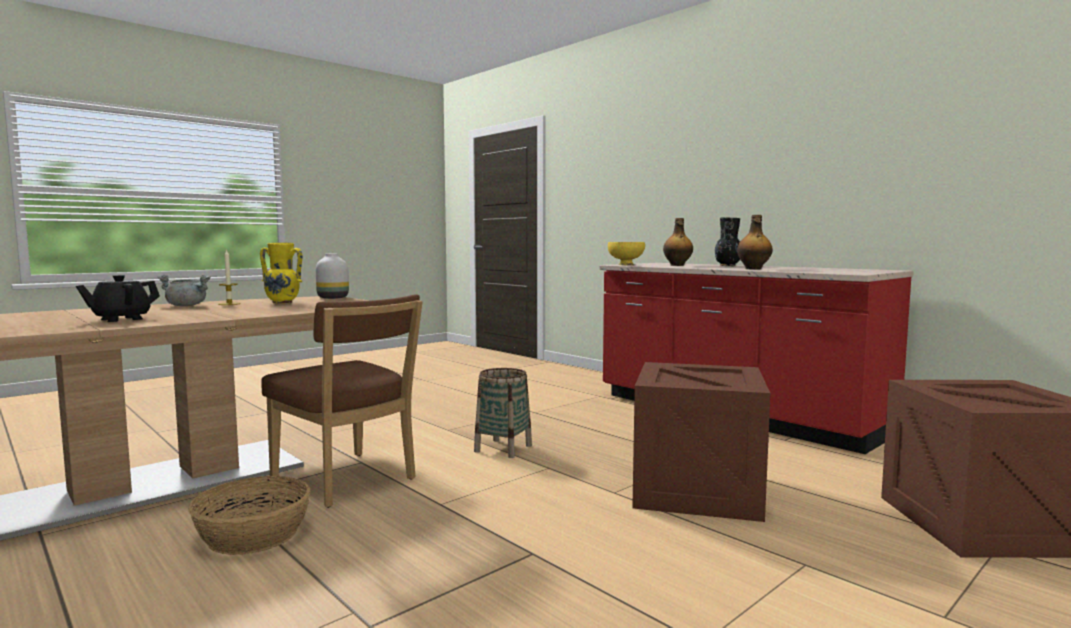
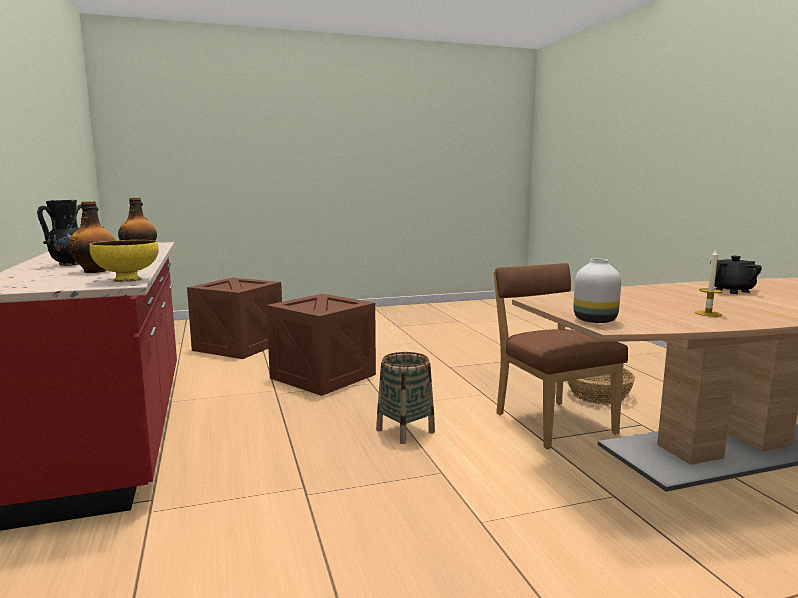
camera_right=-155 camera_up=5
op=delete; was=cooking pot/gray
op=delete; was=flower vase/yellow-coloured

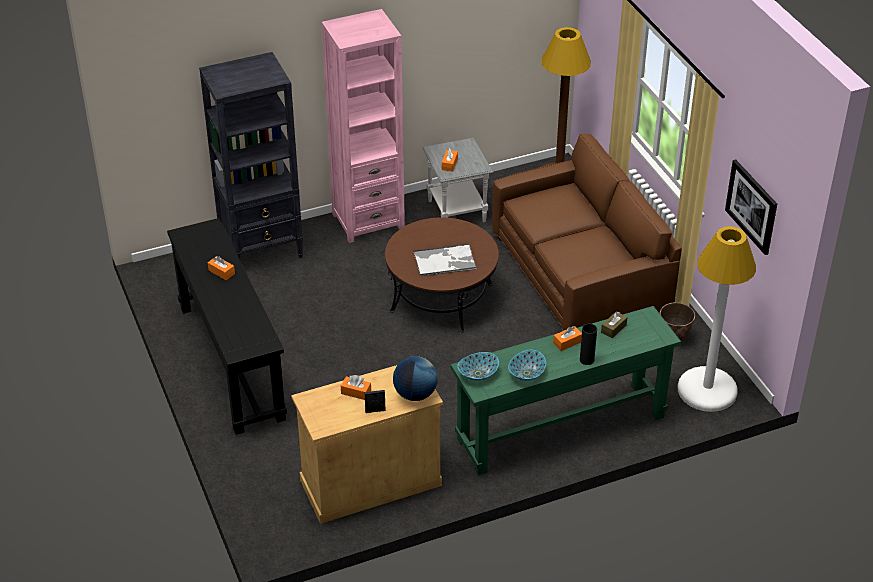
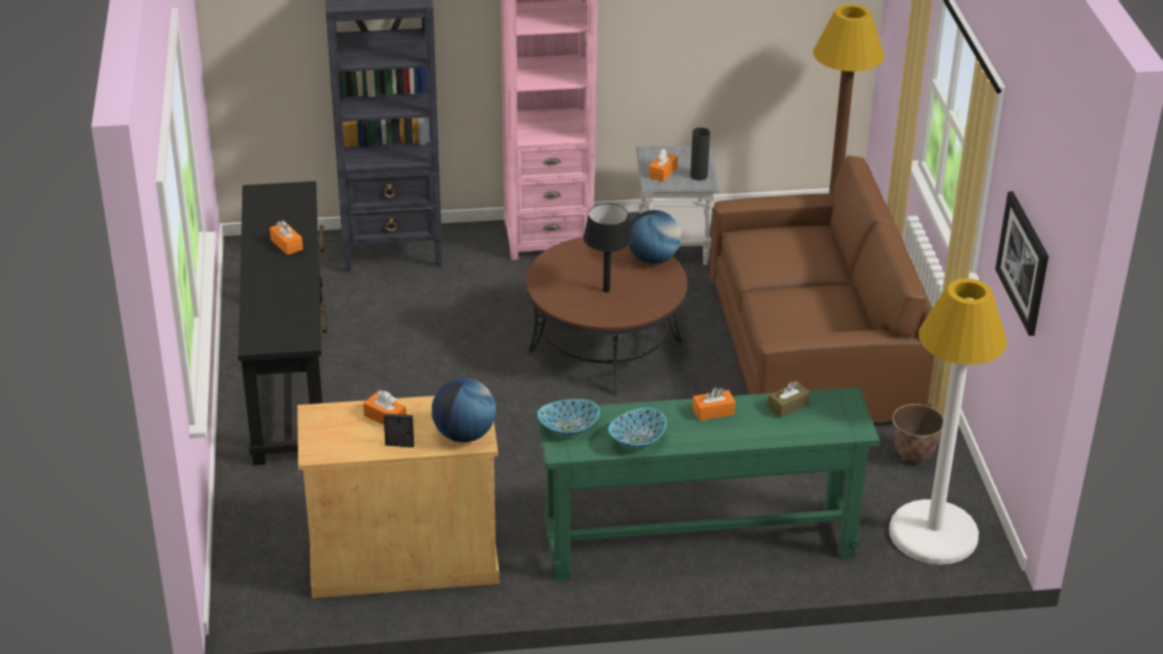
camera_right=15 camera_up=-5
op=replace; was=serving tray; now=tabletop lamp/black-coloured
op=move; was=flower vase/black-coloured
op=insert; now=world globe (2nd from left)

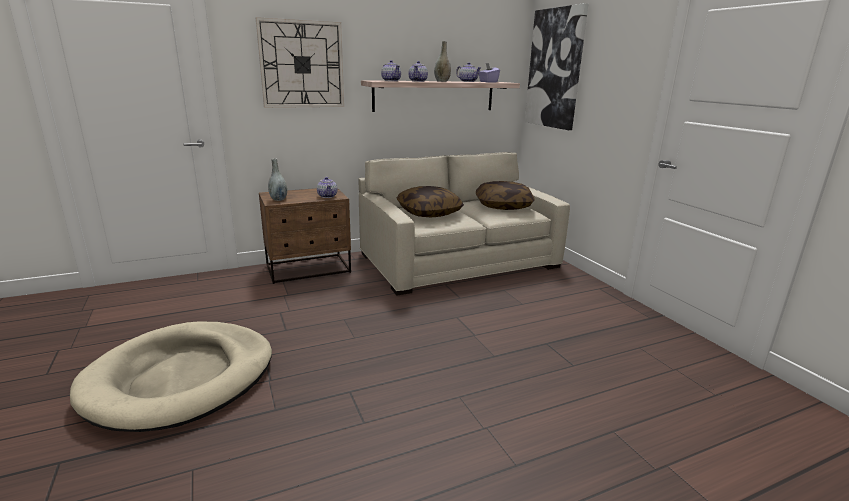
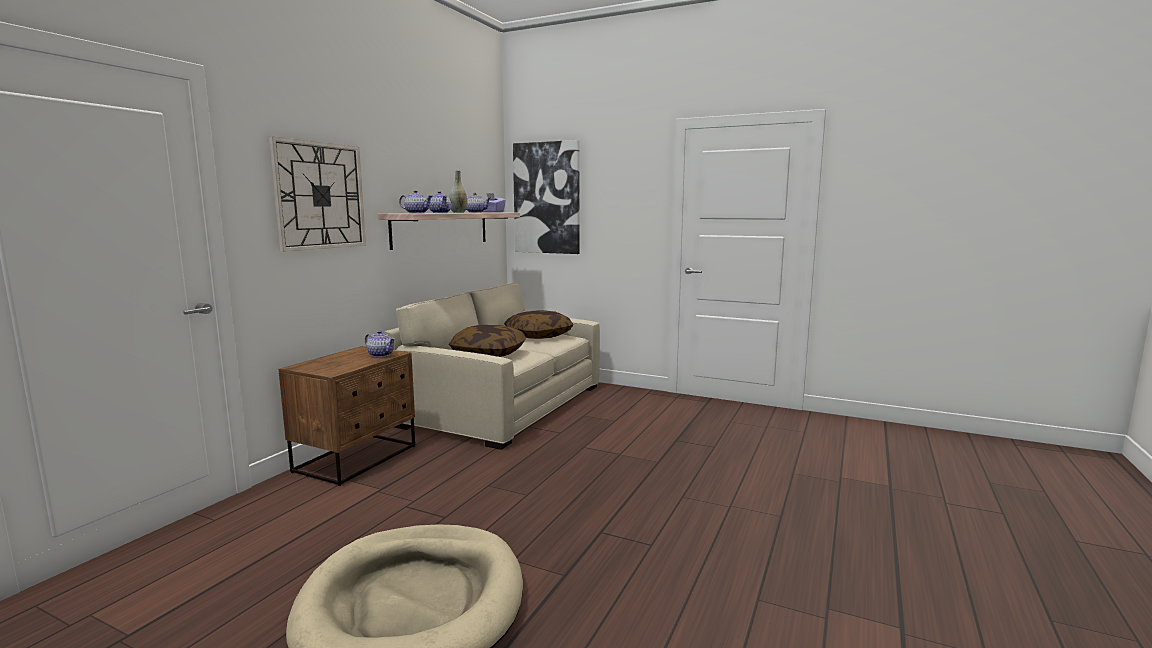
camera_right=-40 camera_up=-10
op=delete; was=flower vase/gray (1st from left)

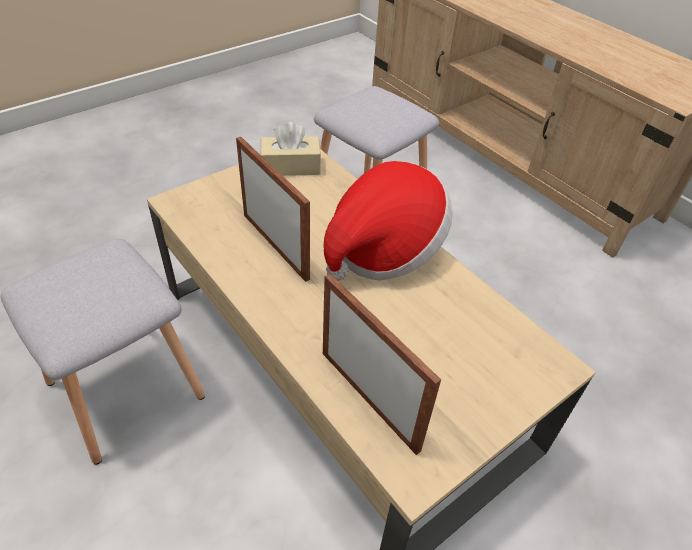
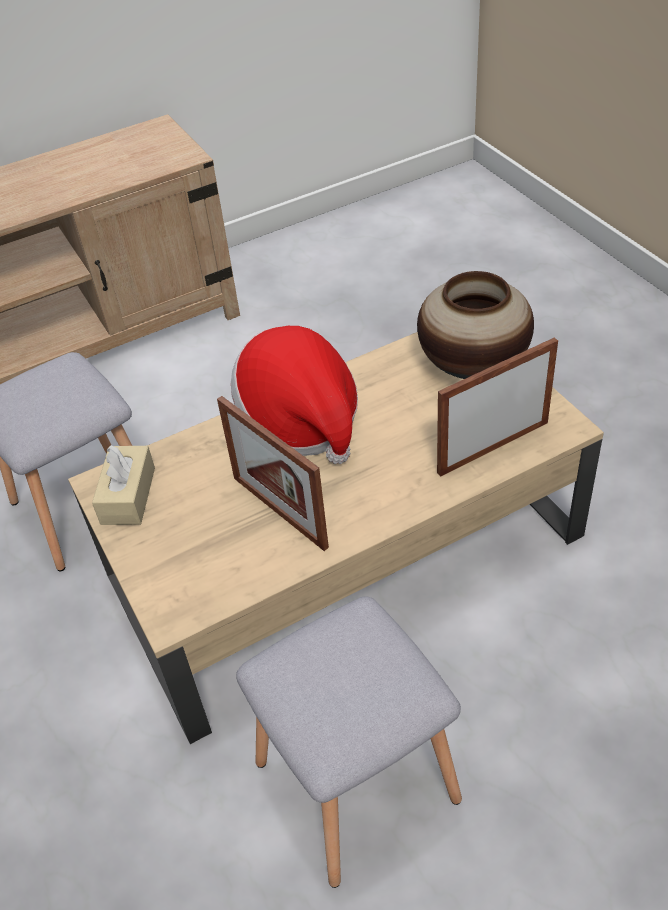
camera_right=-75 camera_up=0
op=rotate; was=photo frame (1st from left); clockwise=-105
op=insert; now=flower vase

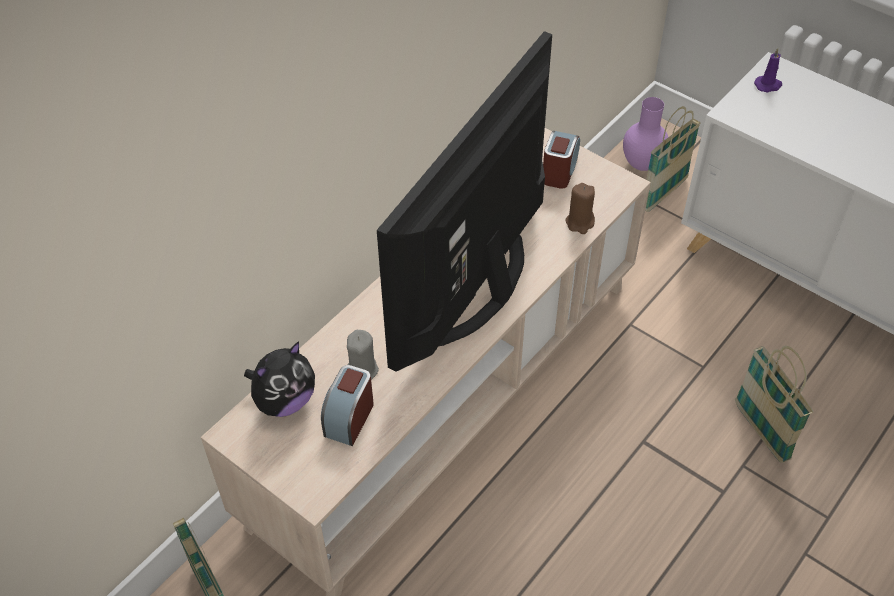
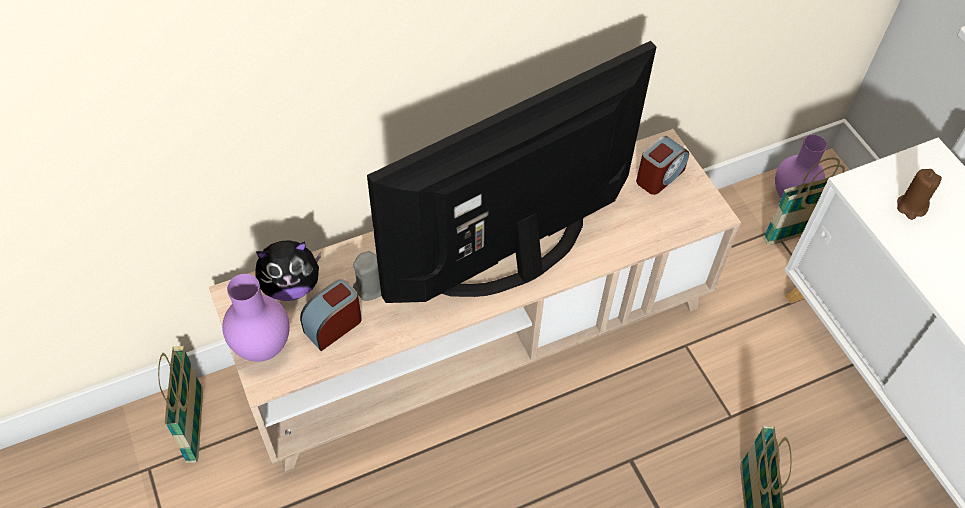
camera_right=25 camera_up=5
op=move; was=candle/brown
op=delete; was=candle/purplish
op=insert; now=flower vase/purplish (1st from left)

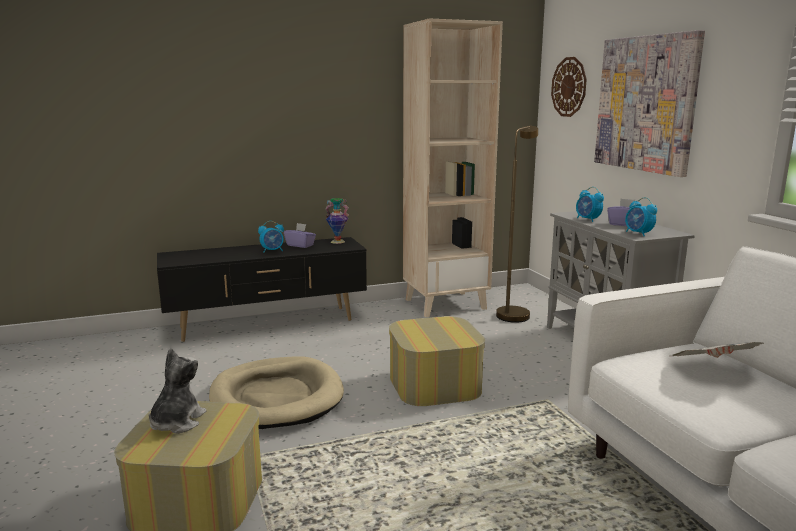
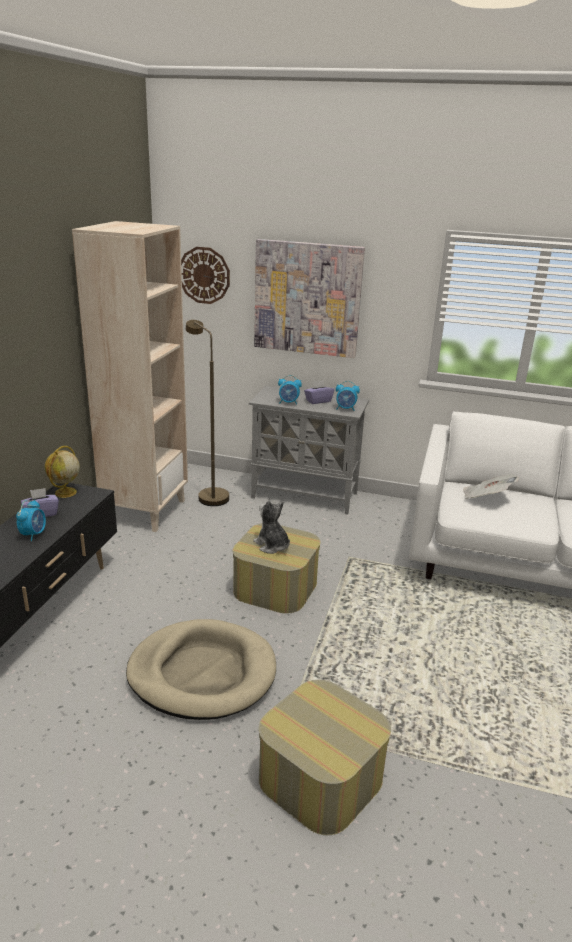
camera_right=-55 camera_up=10
op=move; was=soft toy
op=replace; was=flower vase; now=world globe

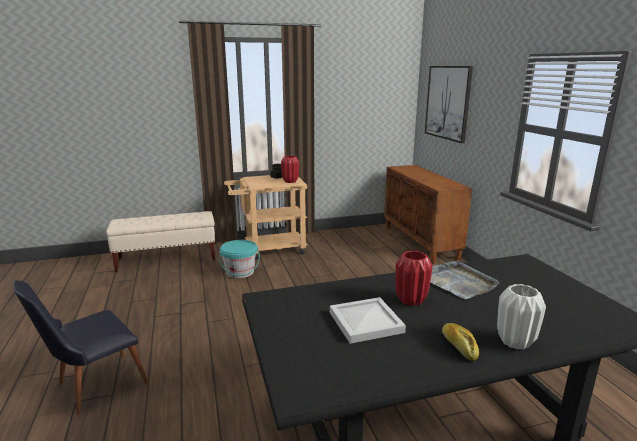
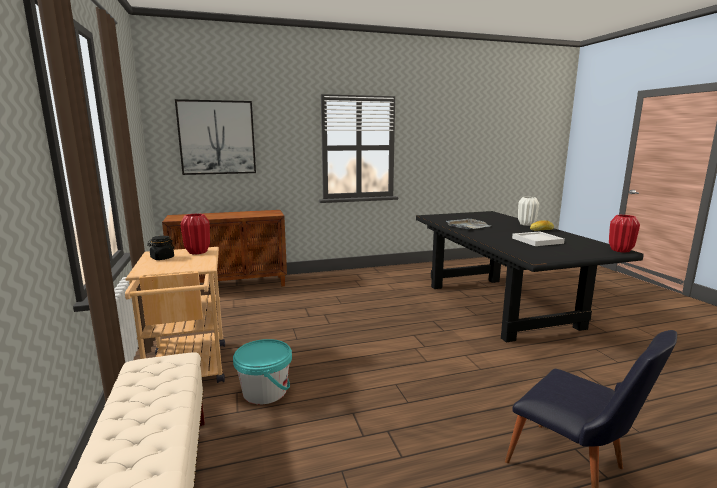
camera_right=-90 camera_up=-5
op=move; was=flower vase/red-coloured (2nd from left)

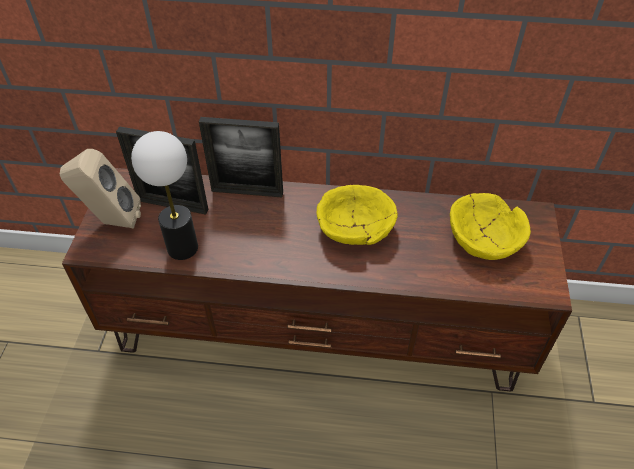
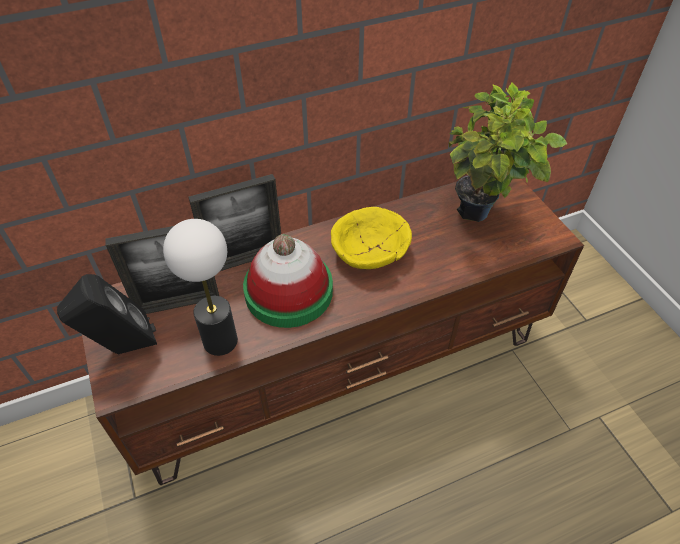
camera_right=-30 camera_up=0
op=recolor; was=speaker/beige-coloured; now=speaker/black-coloured
op=replace; was=bowl/yellow-coloured (2nd from left); now=potted plant
op=insert; now=clothing hat

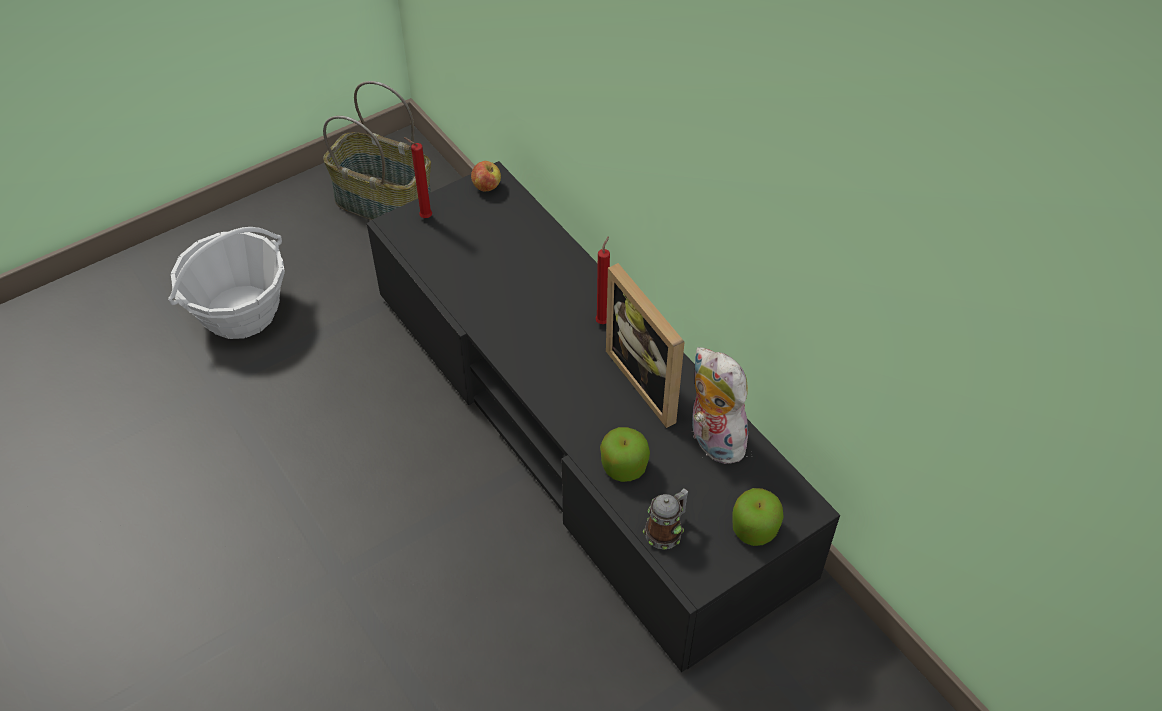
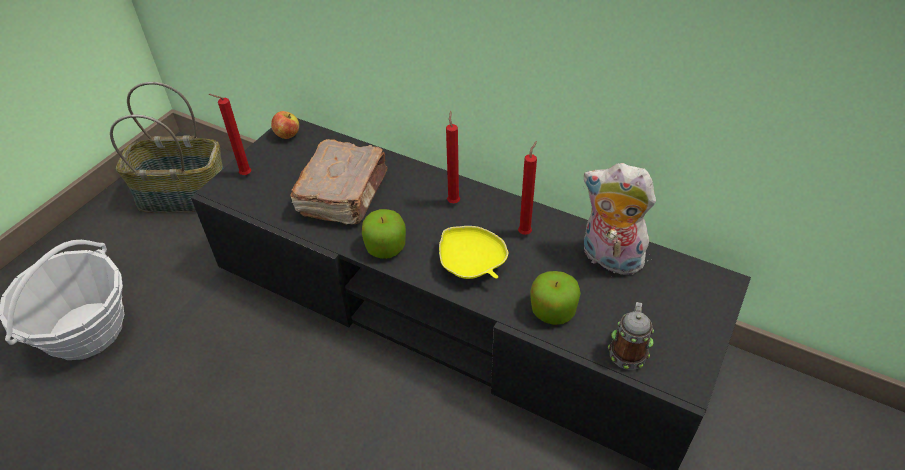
camera_right=-25 camera_up=-5
op=replace; was=photo frame; now=candle/red-coloured (3rd from left)
op=move; was=whole apple (3rd from left in the first image); now=whole apple (2nd from left)
op=insert; now=book/brown
op=insert; now=bowl/yellow-coloured

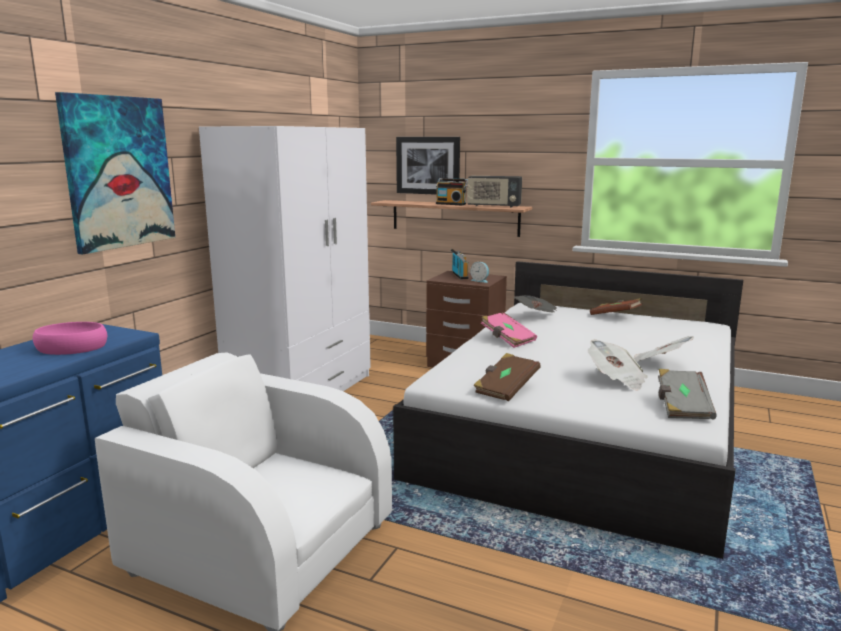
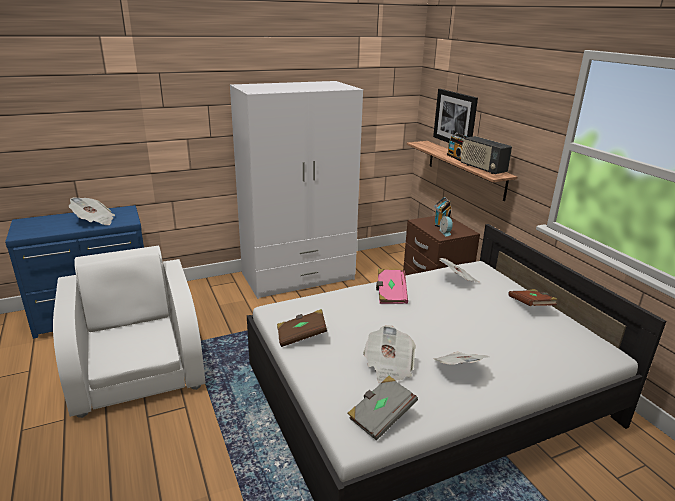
camera_right=40 camera_up=10
op=replace; was=bowl/pink; now=newspaper (1st from left)
op=delete; was=wall picture (1st from left)

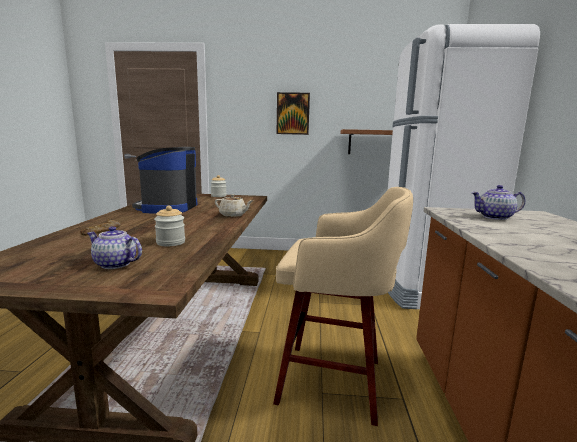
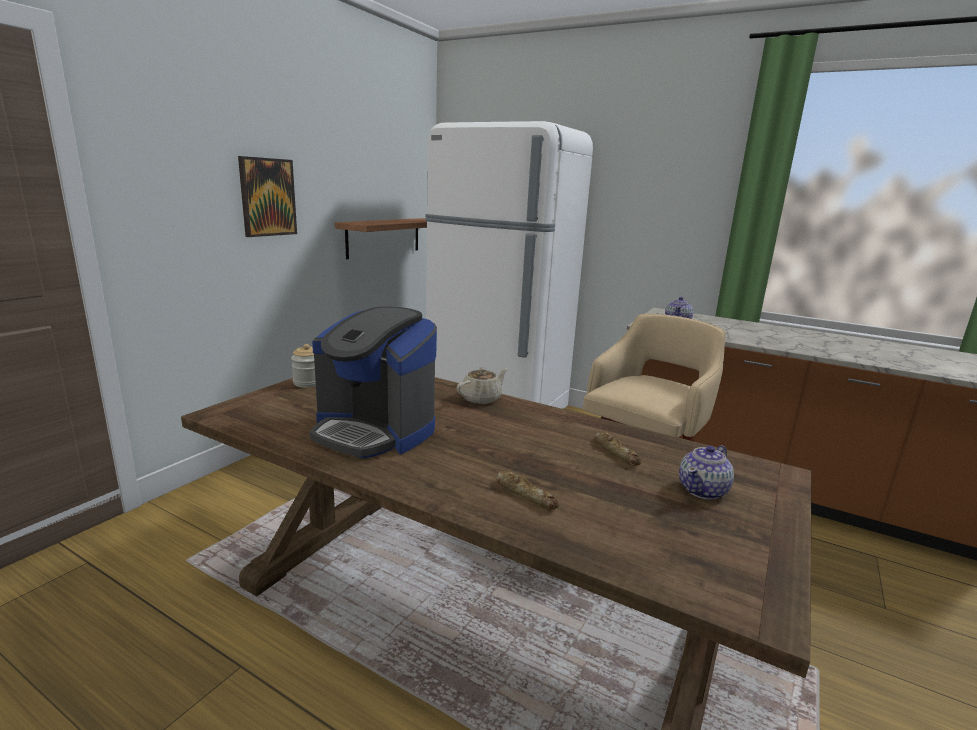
camera_right=-65 camera_up=5
op=replace; was=storage jar (1st from left); now=baked bread (2nd from left)

